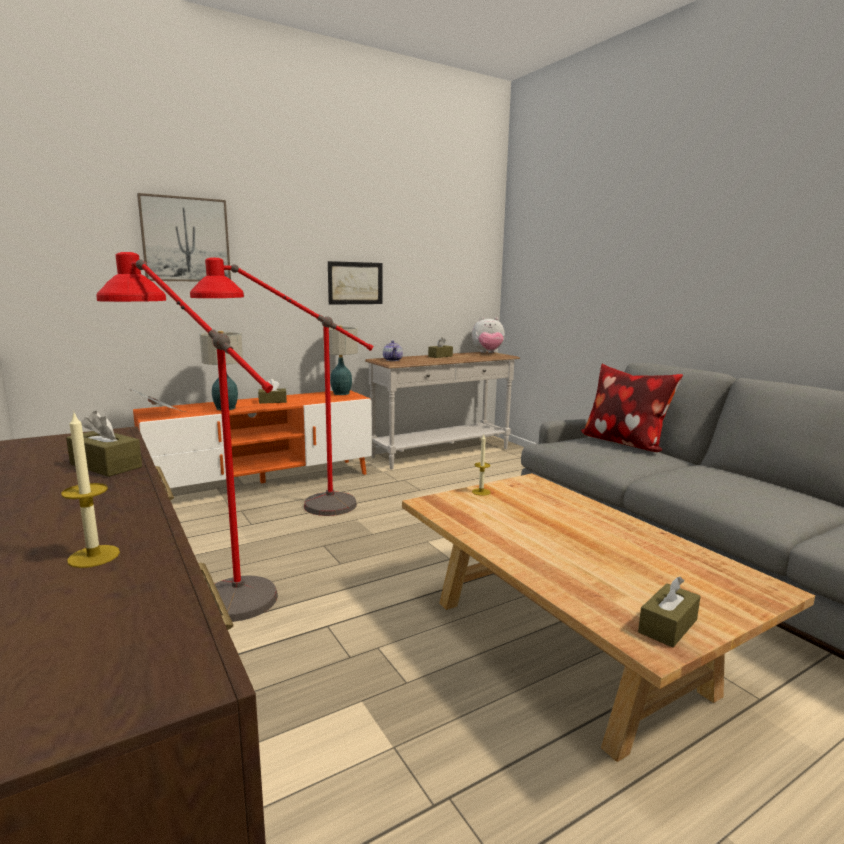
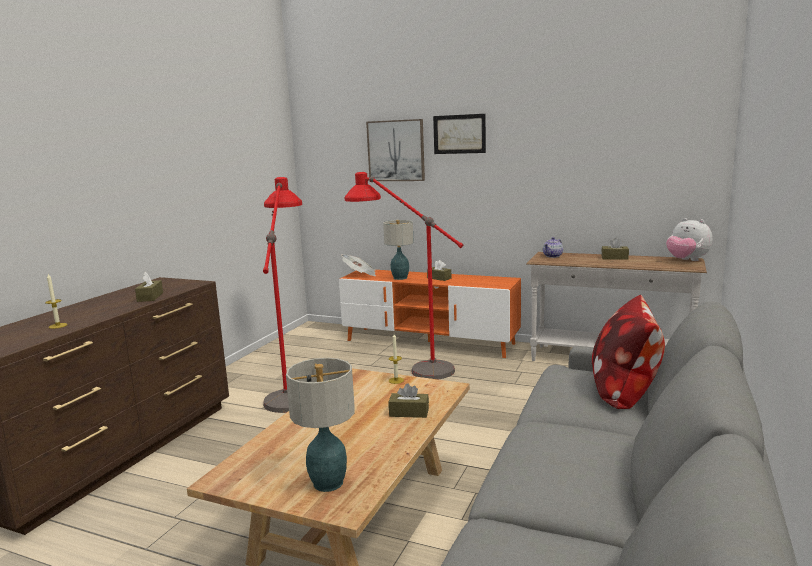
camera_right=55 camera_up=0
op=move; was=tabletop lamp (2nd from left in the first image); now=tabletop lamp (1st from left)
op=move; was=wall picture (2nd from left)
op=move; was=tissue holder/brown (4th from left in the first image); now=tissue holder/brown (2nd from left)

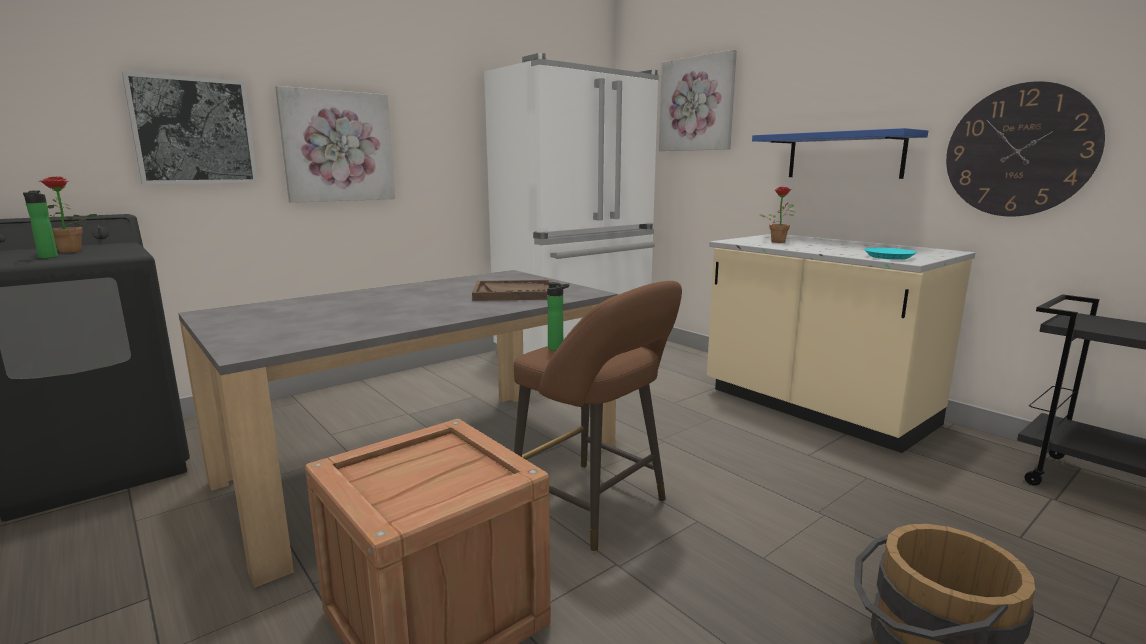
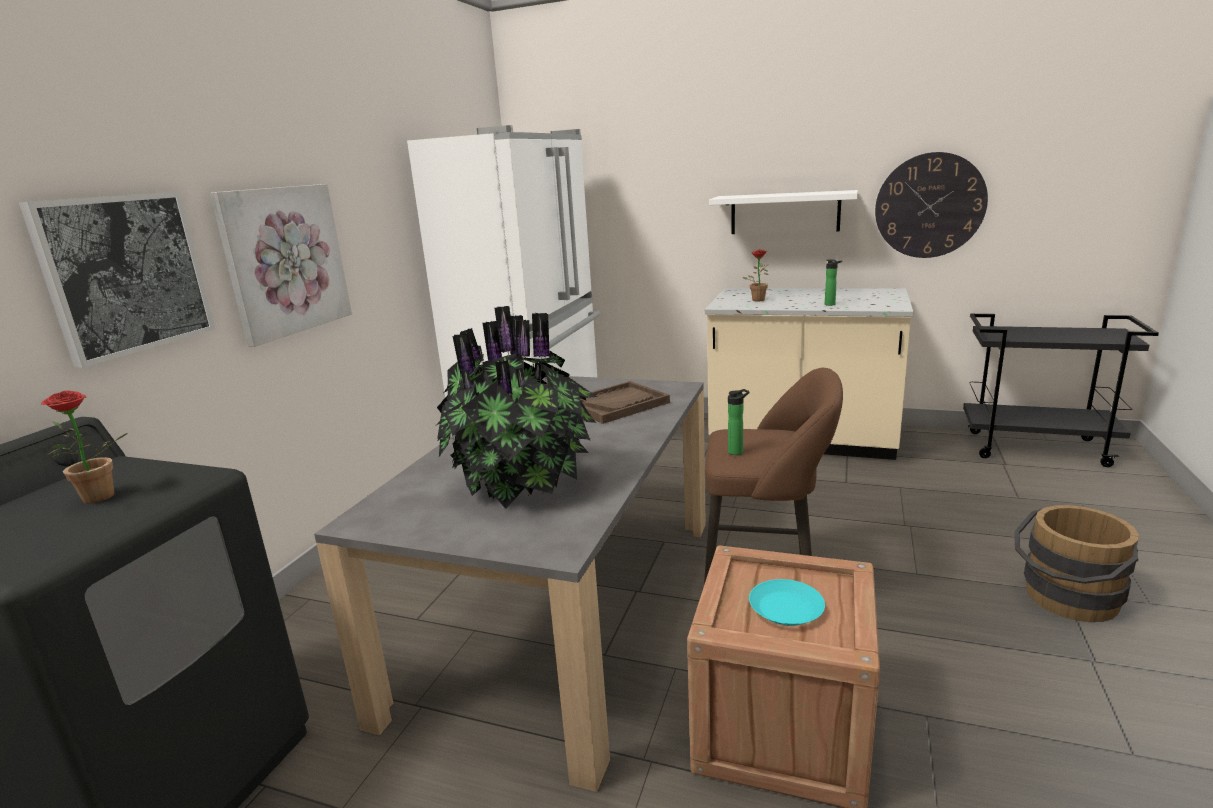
camera_right=-30 camera_up=5
op=move; was=bottle (1st from left in the first image); now=bottle (2nd from left)
op=delete; was=wall picture (3rd from left)
op=recolor; was=bracket shelf/blue-coloured; now=bracket shelf/white
op=move; was=flat dish/turquoise-coloured
op=insert; now=potted plant (2nd from left)

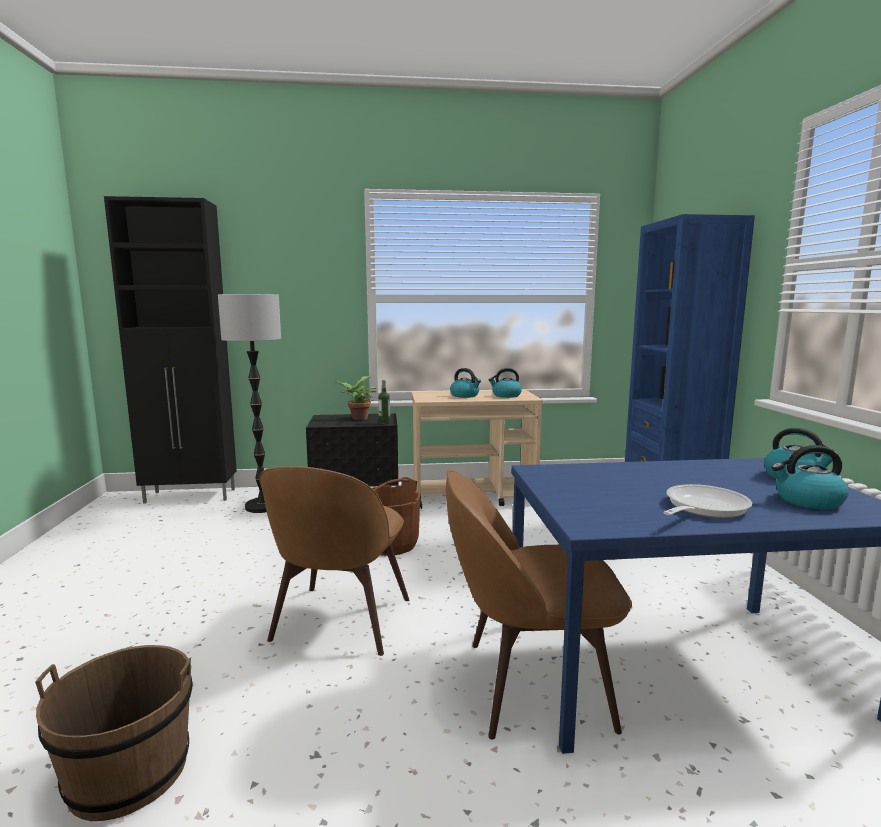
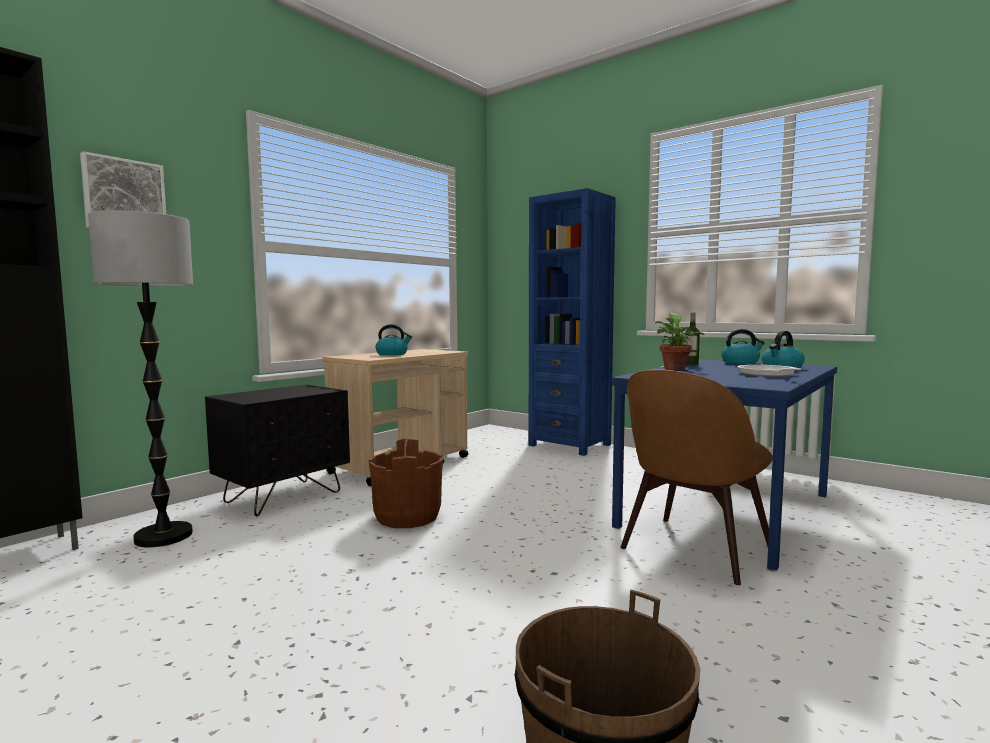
camera_right=-45 camera_up=-5
op=delete; was=upright chair/brown (1st from left)
op=move; was=potted plant
op=move; was=bottle
op=delete; was=kettle (2nd from left)
op=insert; now=wall picture

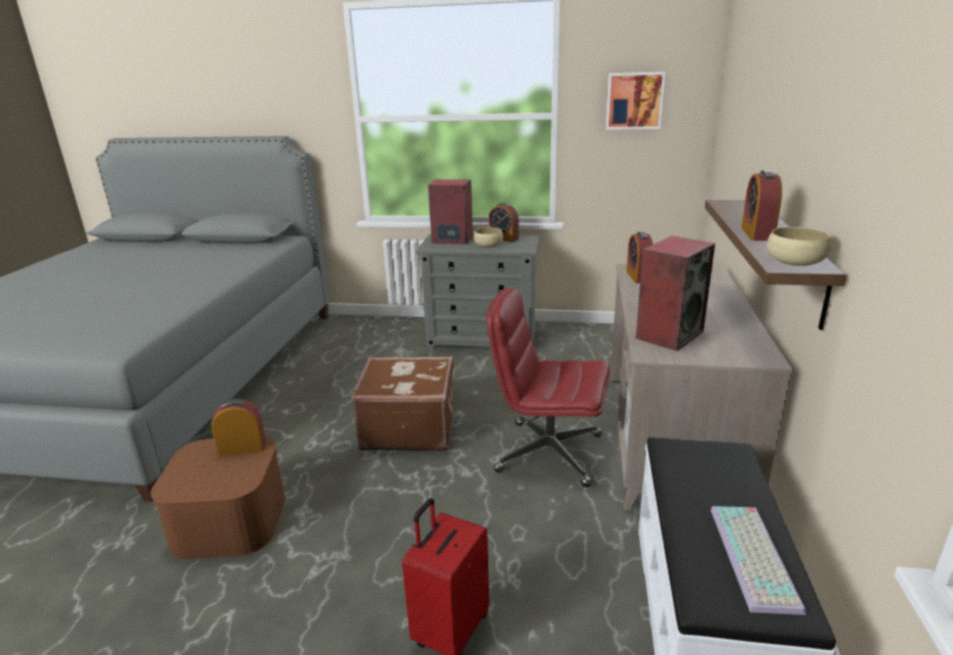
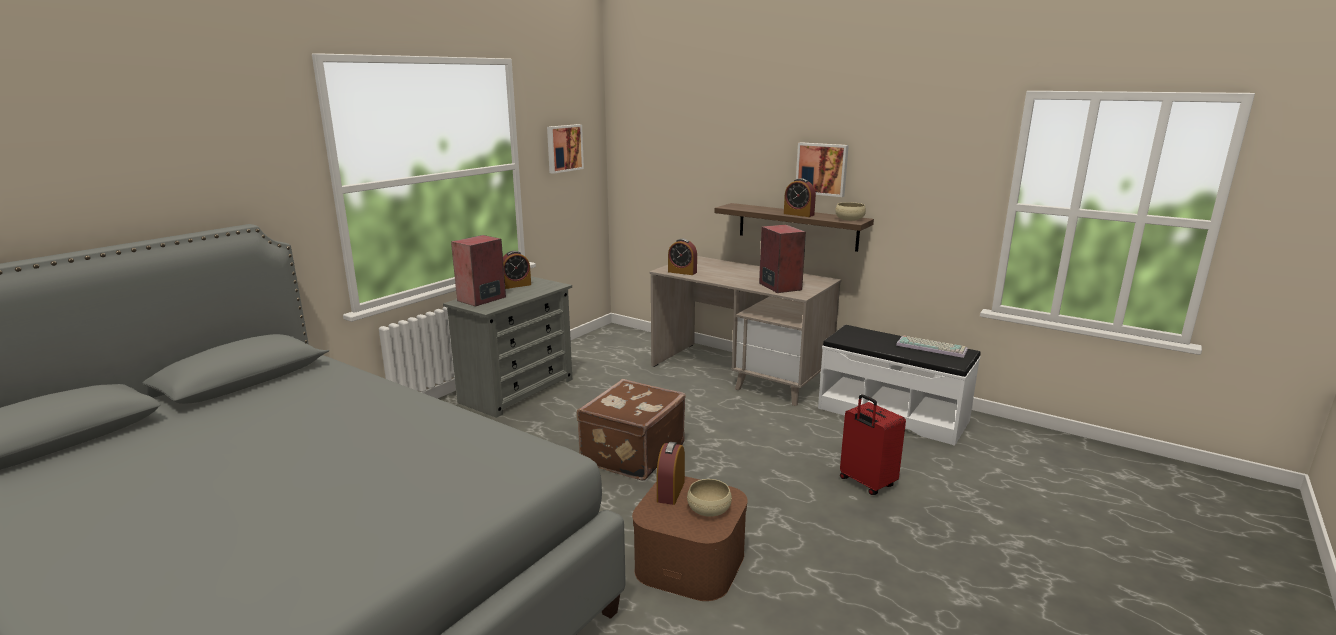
camera_right=-65 camera_up=-5
op=move; was=bowl/beige-coloured (1st from left)
op=delete; was=desk chair/red-coloured
op=insert; now=wall picture (2nd from left)

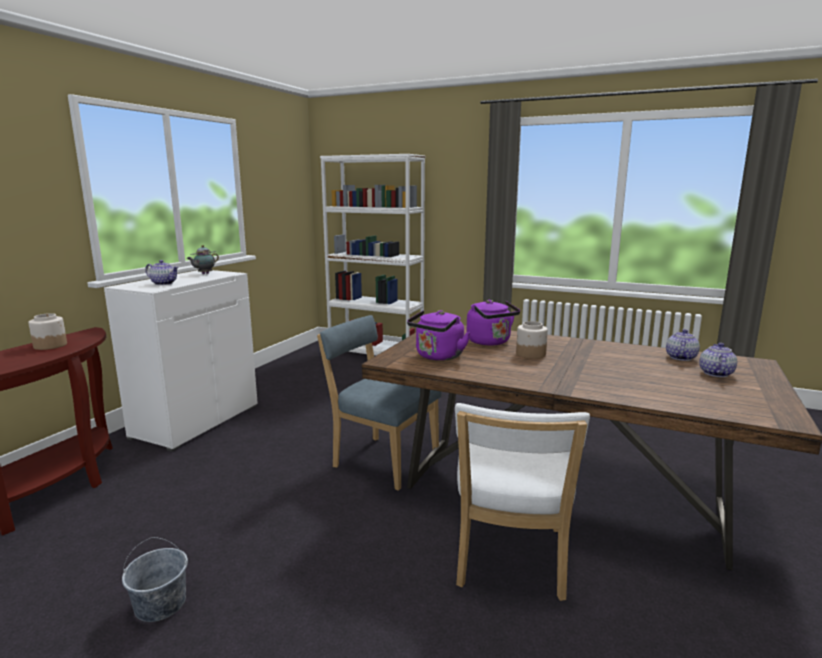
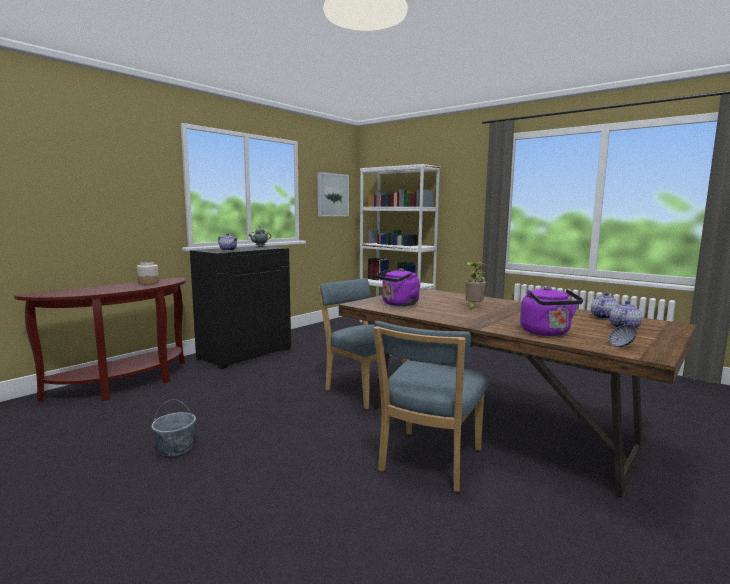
camera_right=15 camera_up=-5
op=recolor; was=cupboard/white; now=cupboard/black-coloured
op=recolor; was=upright chair/white; now=upright chair/blue-coloured (2nd from left)
op=move; was=kettle/purplish (2nd from left)
op=replace; was=storage jar (2nd from left); now=potted plant
op=insert; now=wall picture
op=insert; now=bowl

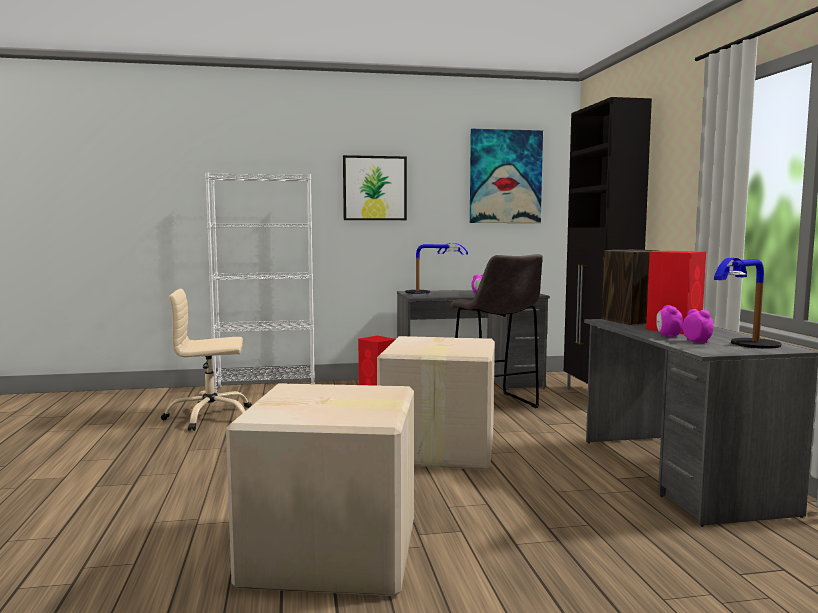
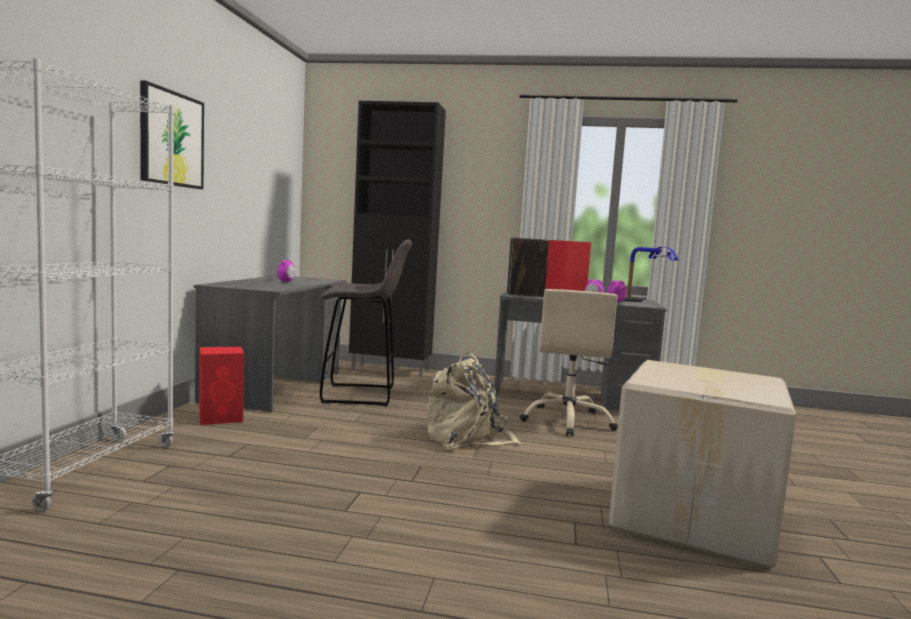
camera_right=-70 camera_up=0
op=move; was=desk chair/beige-coloured
op=replace; was=packing box (2nd from left); now=backpack/beige-coloured
op=delete; was=tabletop lamp (1st from left)
op=delete; was=wall picture (2nd from left)

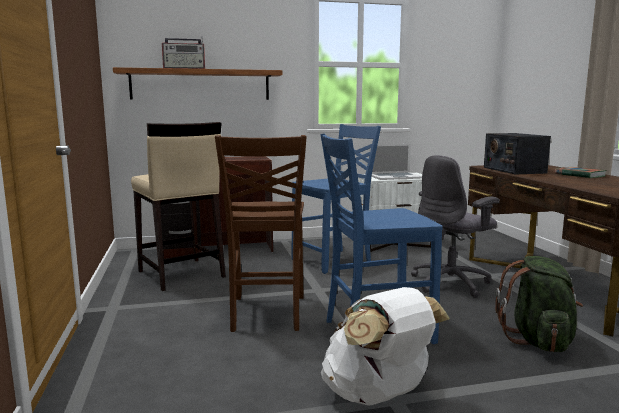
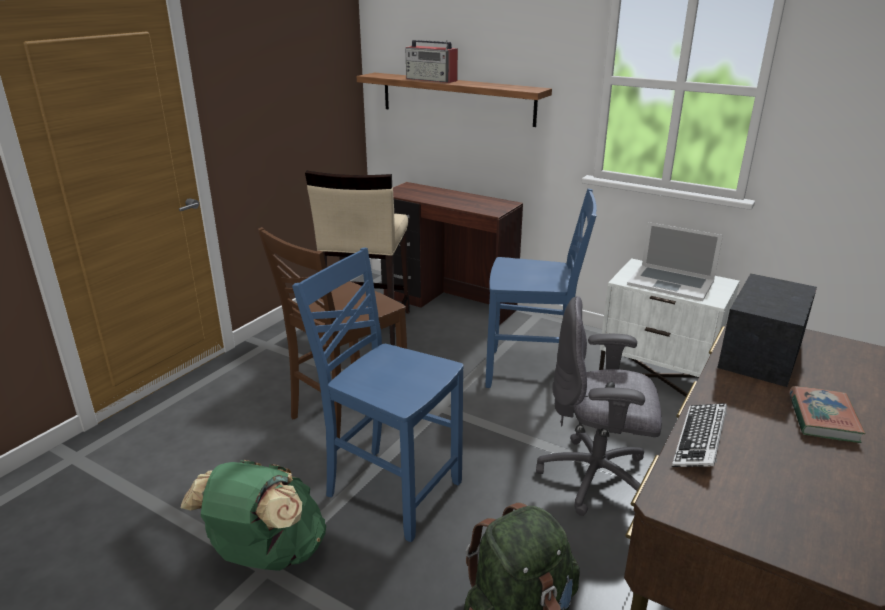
camera_right=45 camera_up=15
op=recolor; was=backpack/white; now=backpack/green (1st from left)
op=insert; now=keyboard

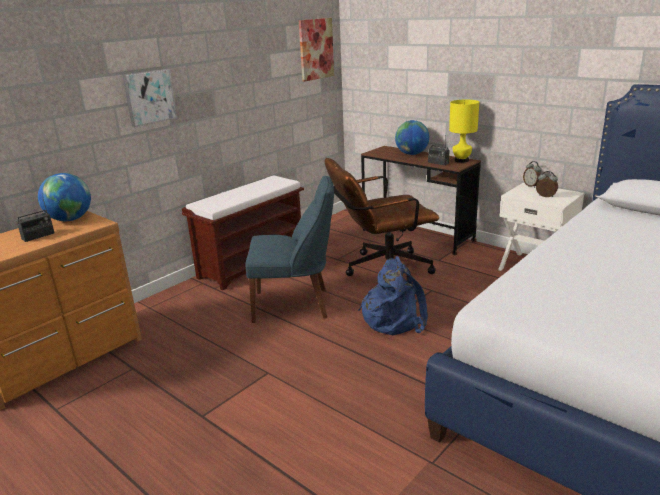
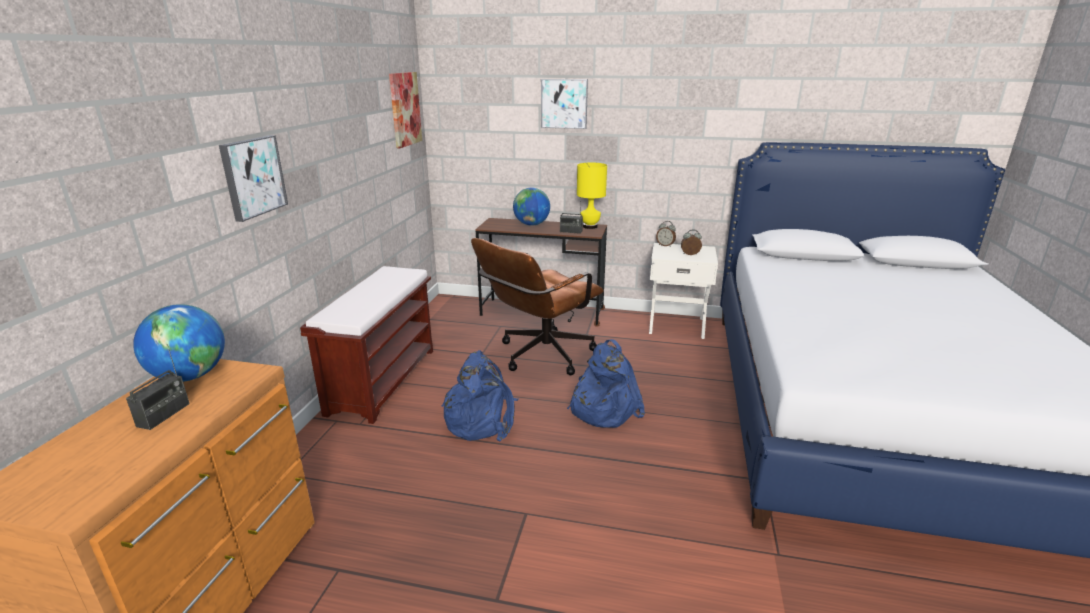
camera_right=-30 camera_up=0
op=replace; was=upright chair/blue-coloured; now=backpack/blue-coloured (1st from left)
op=insert; now=wall picture (3rd from left)

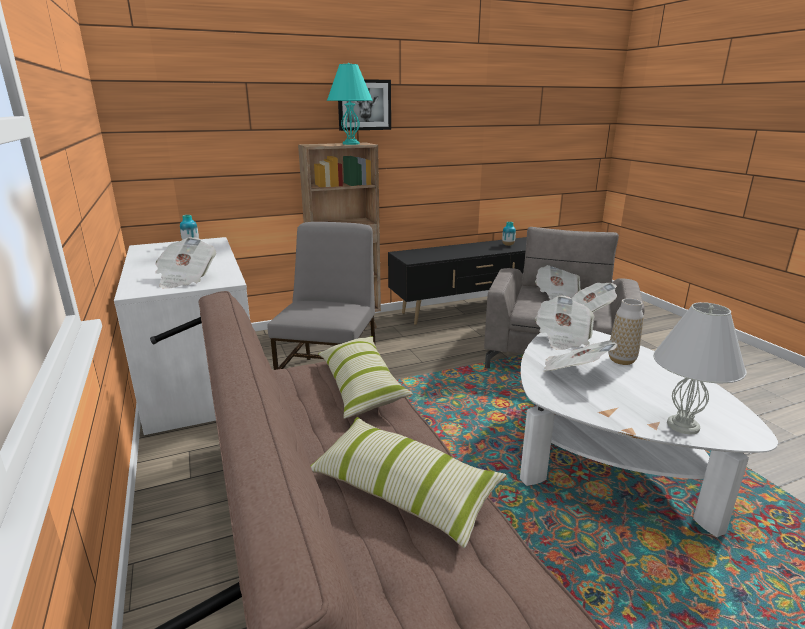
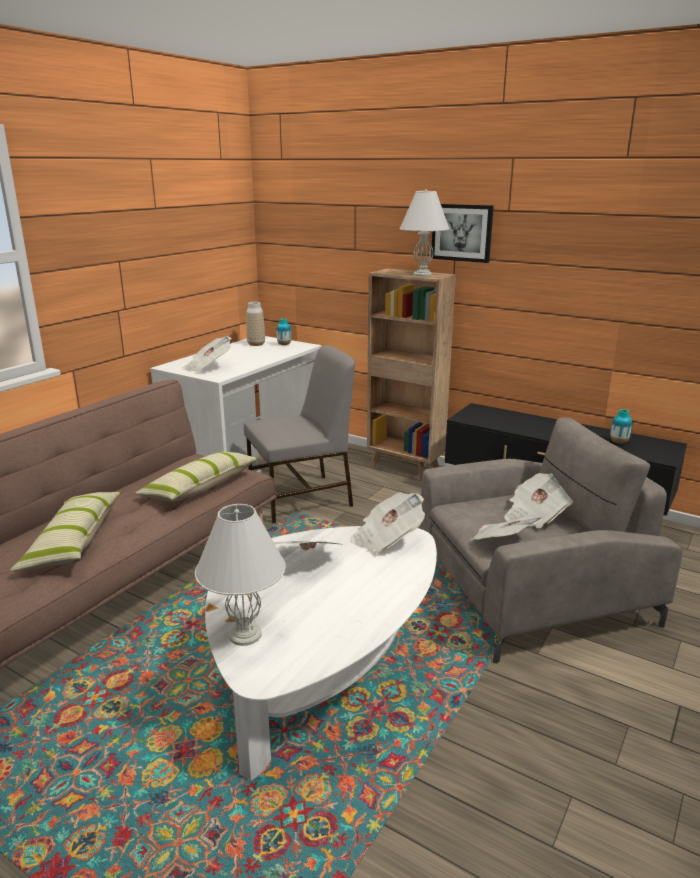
camera_right=55 camera_up=0
op=recolor; was=tabletop lamp/turquoise-coloured; now=tabletop lamp/white (2nd from left)
op=move; was=flower vase (3rd from left in the first image); now=flower vase (1st from left)

